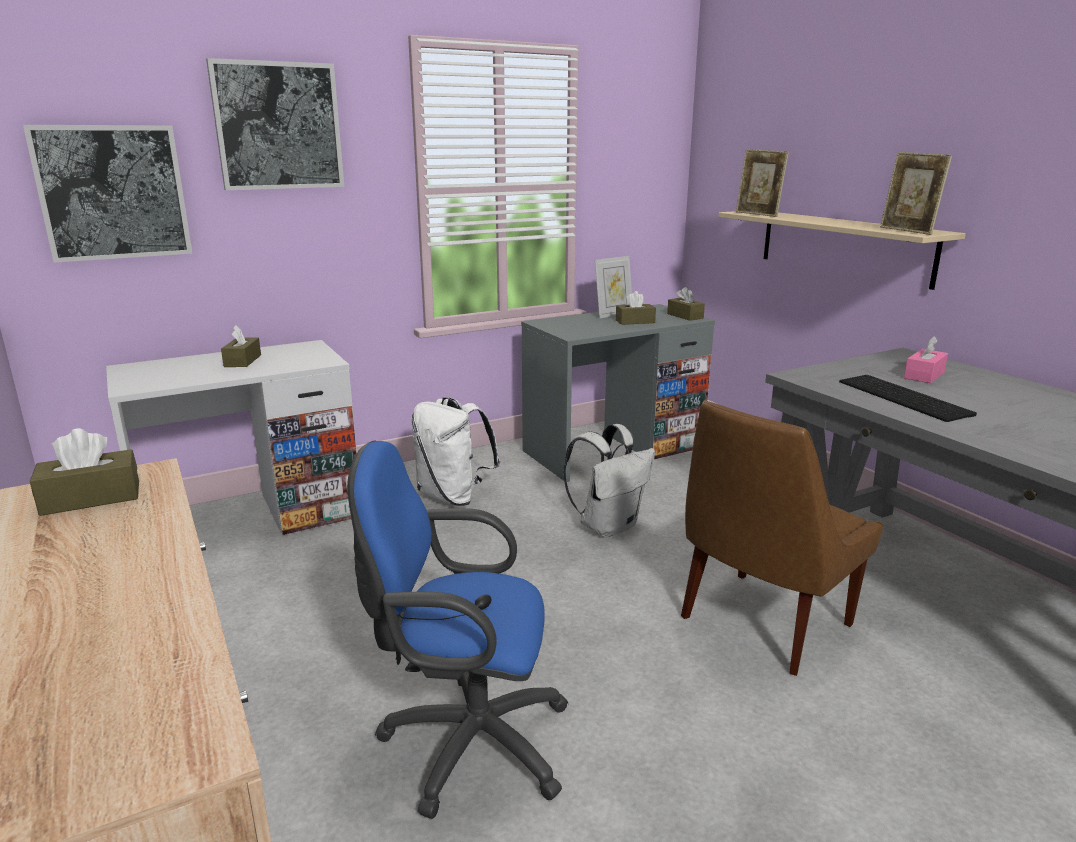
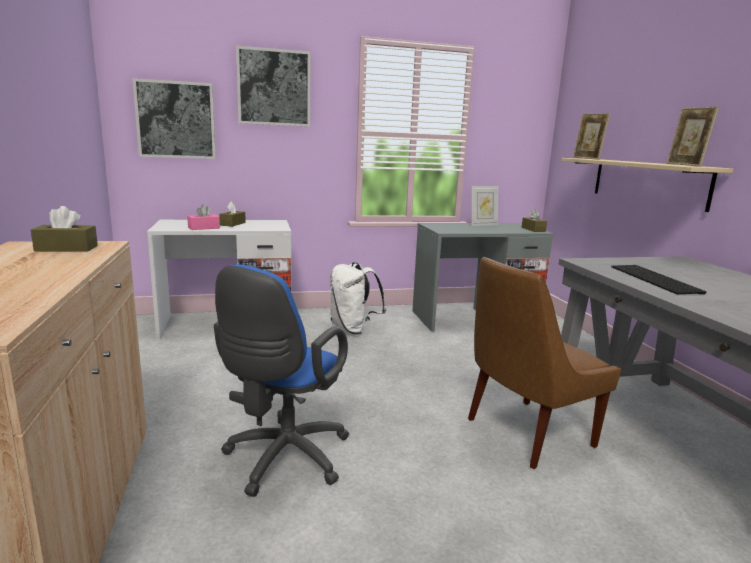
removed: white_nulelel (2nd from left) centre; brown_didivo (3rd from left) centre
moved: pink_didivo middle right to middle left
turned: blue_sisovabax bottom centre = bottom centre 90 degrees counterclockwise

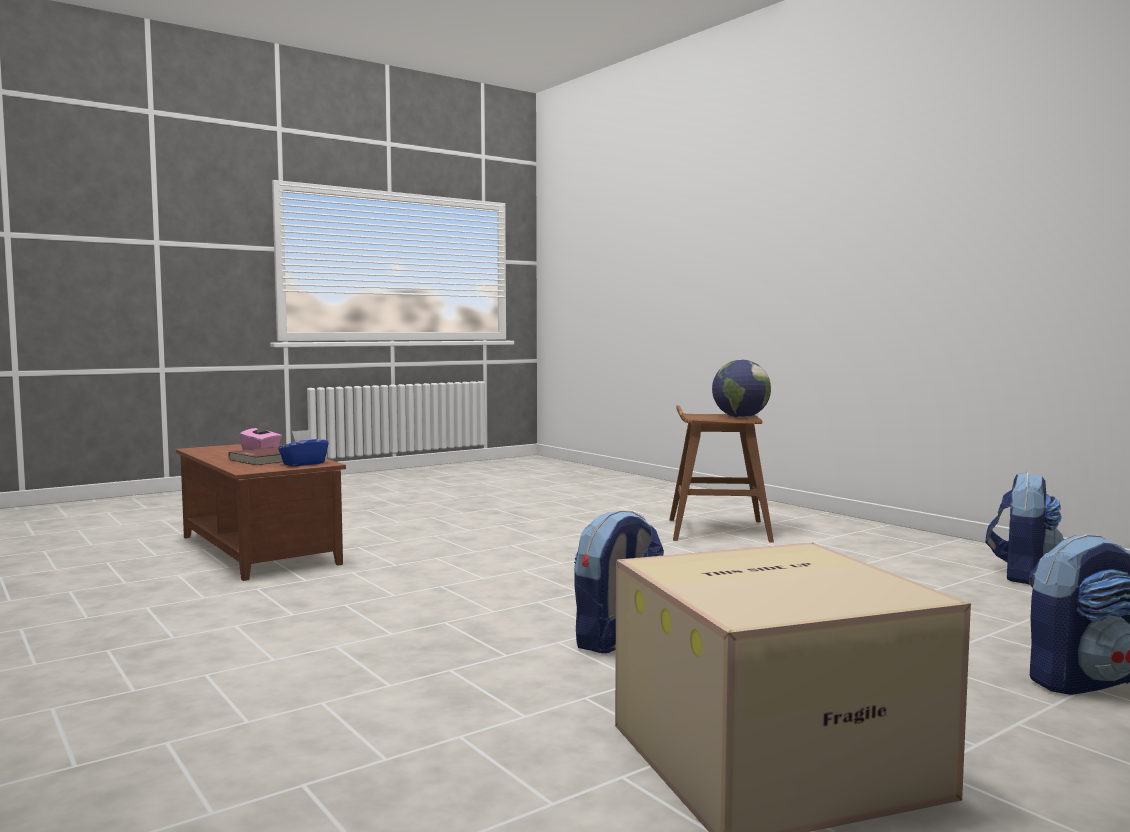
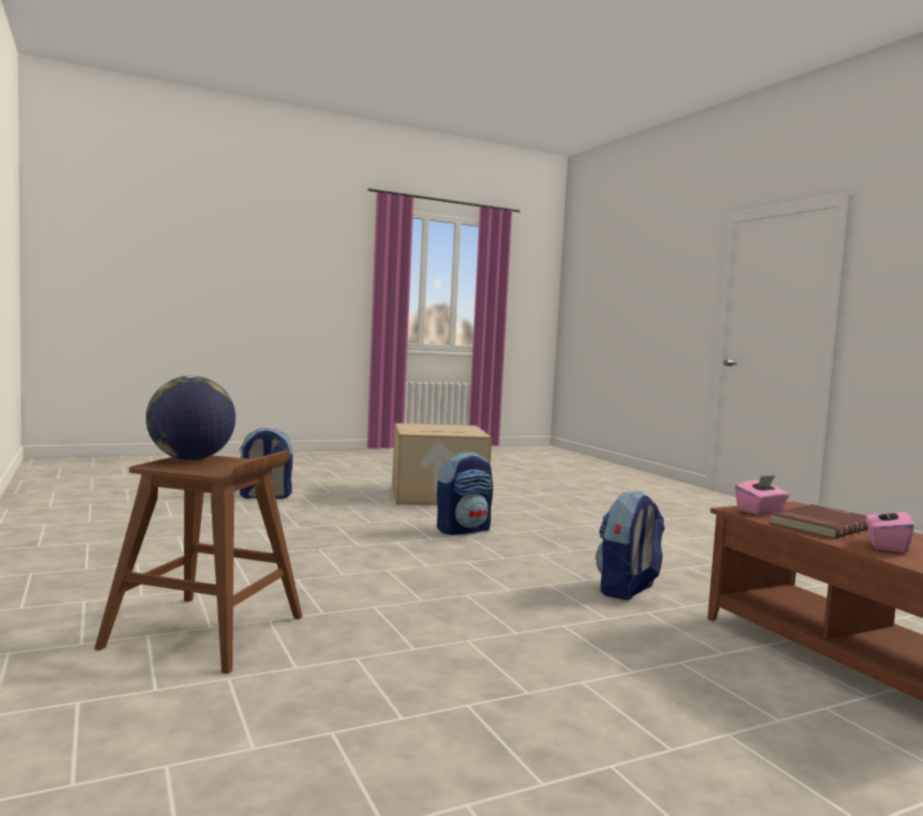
moved: nulelel (2nd from left in the first image) middle right to nulelel (3rd from left) bottom right
recoloured: blue_didivo middle left to pink_didivo (1st from left) middle right

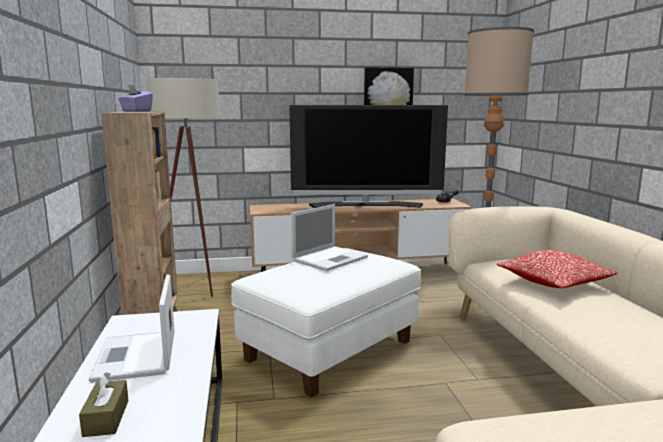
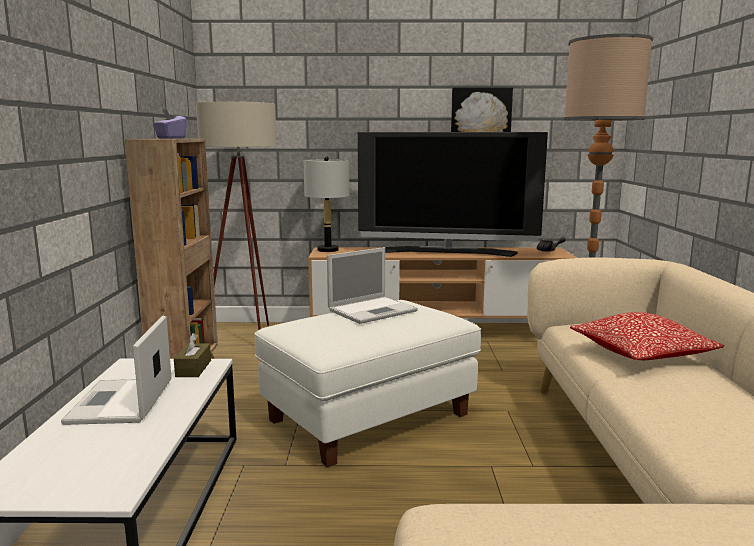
added: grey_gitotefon centre
moved: brown_didivo bottom left to middle left

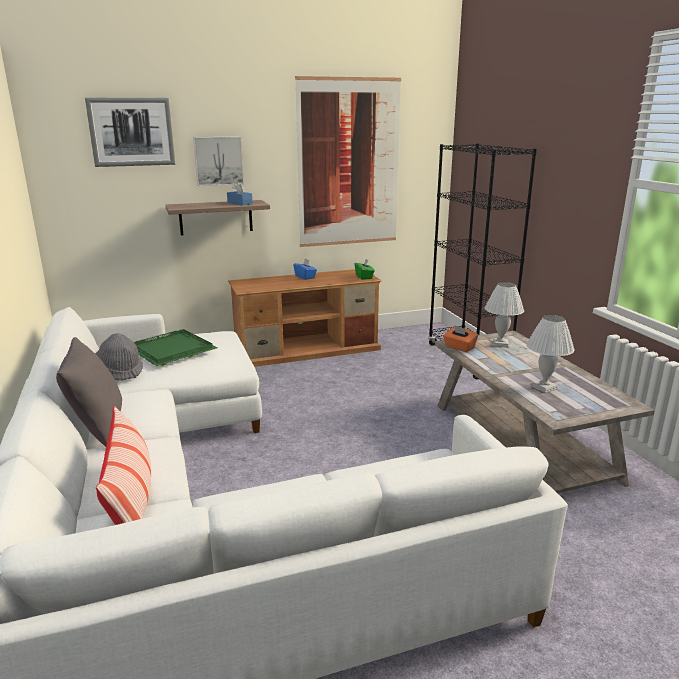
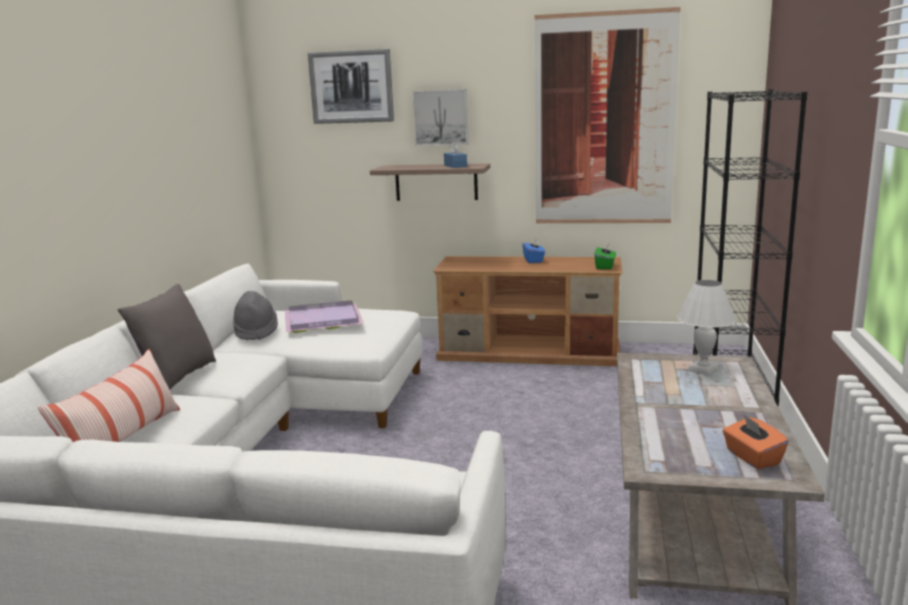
removed: white_gitotefon (2nd from left) middle right
moved: orange_didivo middle right to bottom right
recoloured: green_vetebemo middle left to purple_vetebemo centre

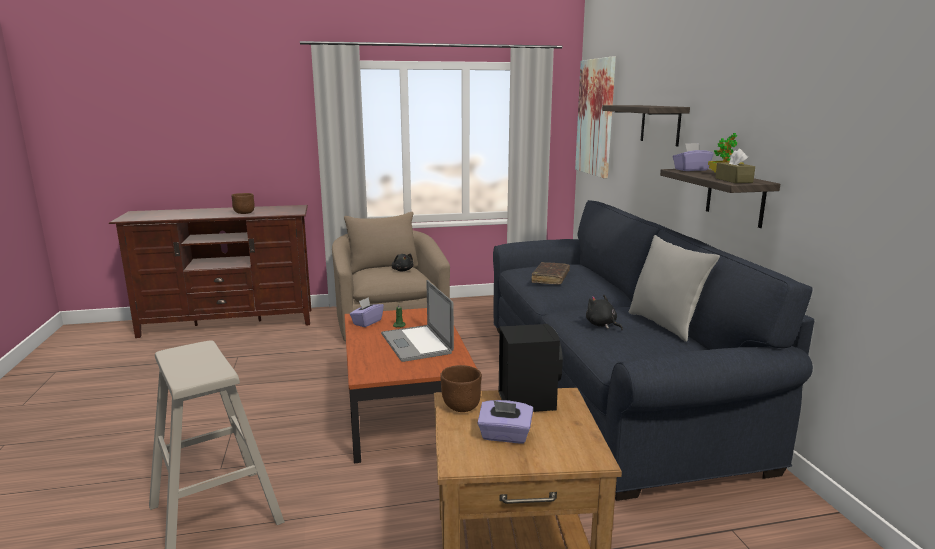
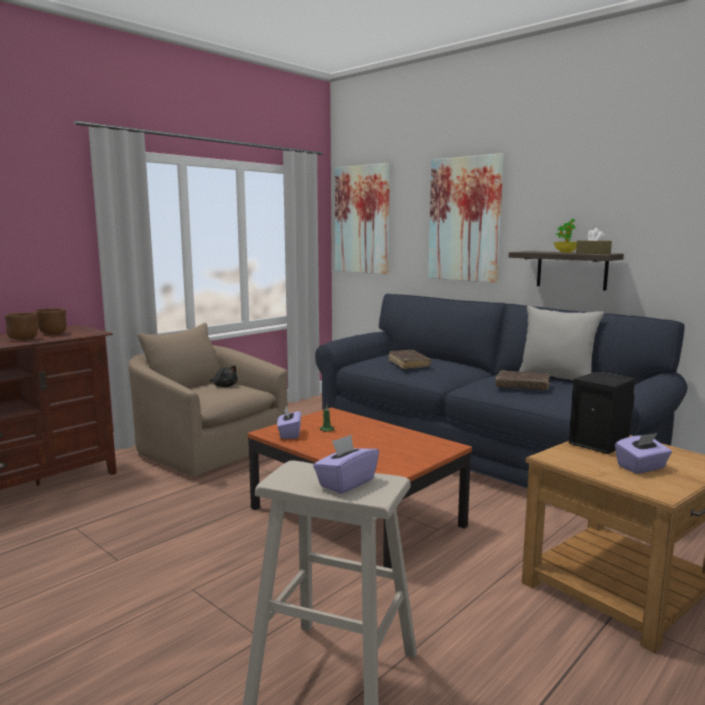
removed: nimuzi centre
moved: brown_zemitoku (2nd from left) bottom centre to middle left; purple_didivo (3rd from left in the first image) top right to purple_didivo (2nd from left) centre
replaced: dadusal (1st from left) top right to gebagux (2nd from left) top centre; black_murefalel (2nd from left) centre to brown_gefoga (2nd from left) middle right

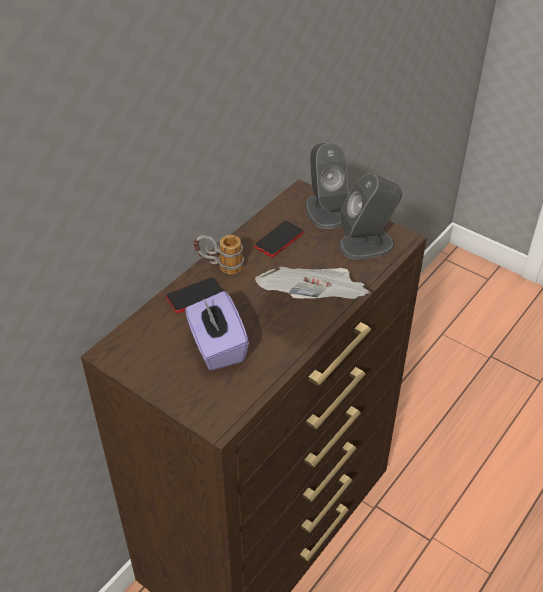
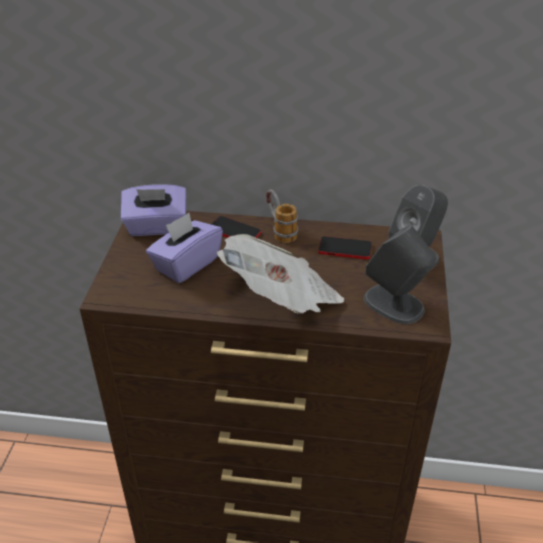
added: purple_didivo (1st from left) middle left

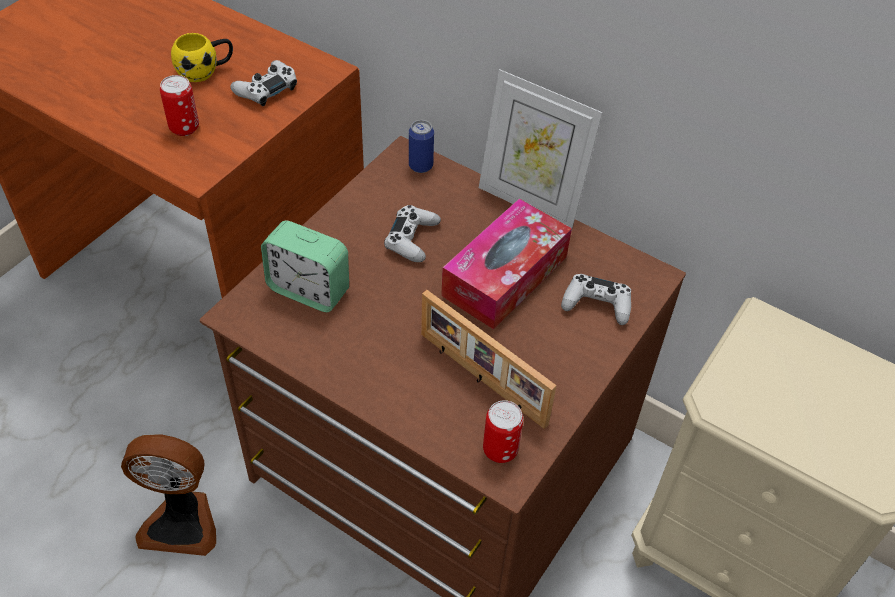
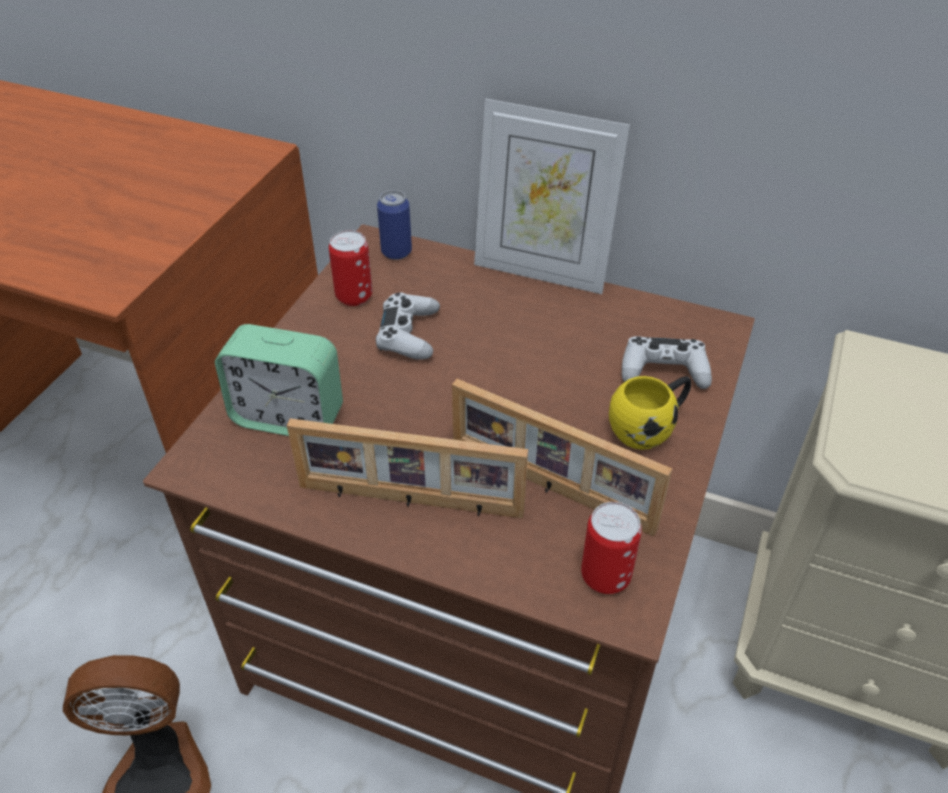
removed: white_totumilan (1st from left) top left; didivo centre
added: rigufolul (1st from left) centre
moved: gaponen (1st from left) top left to centre; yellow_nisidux top left to middle right

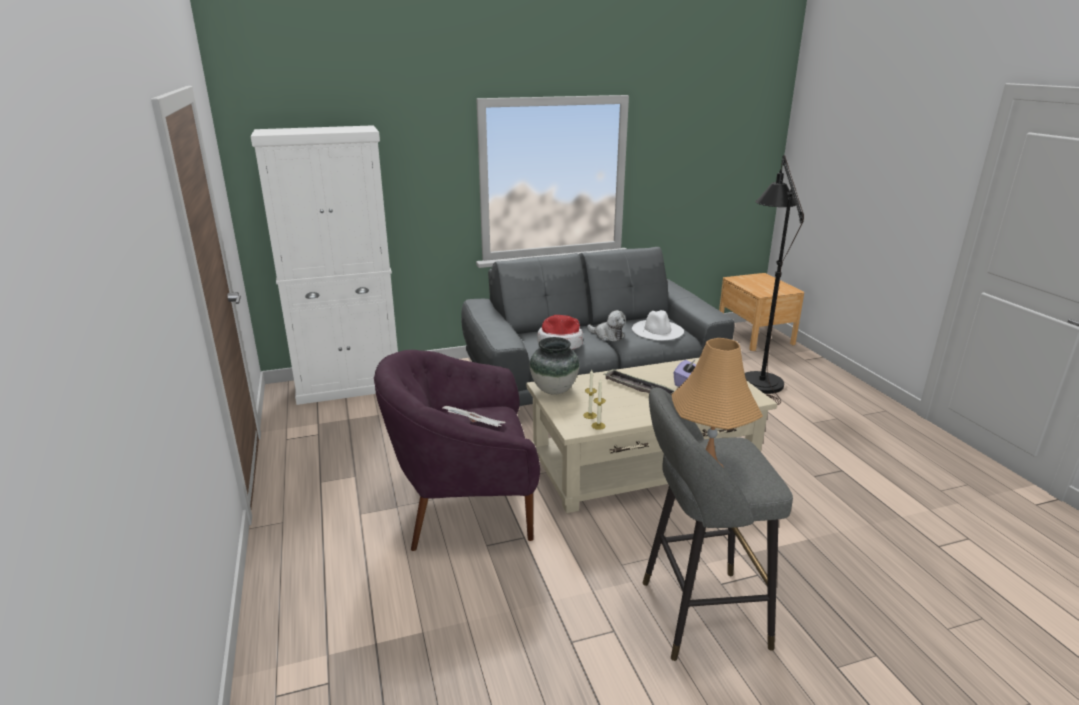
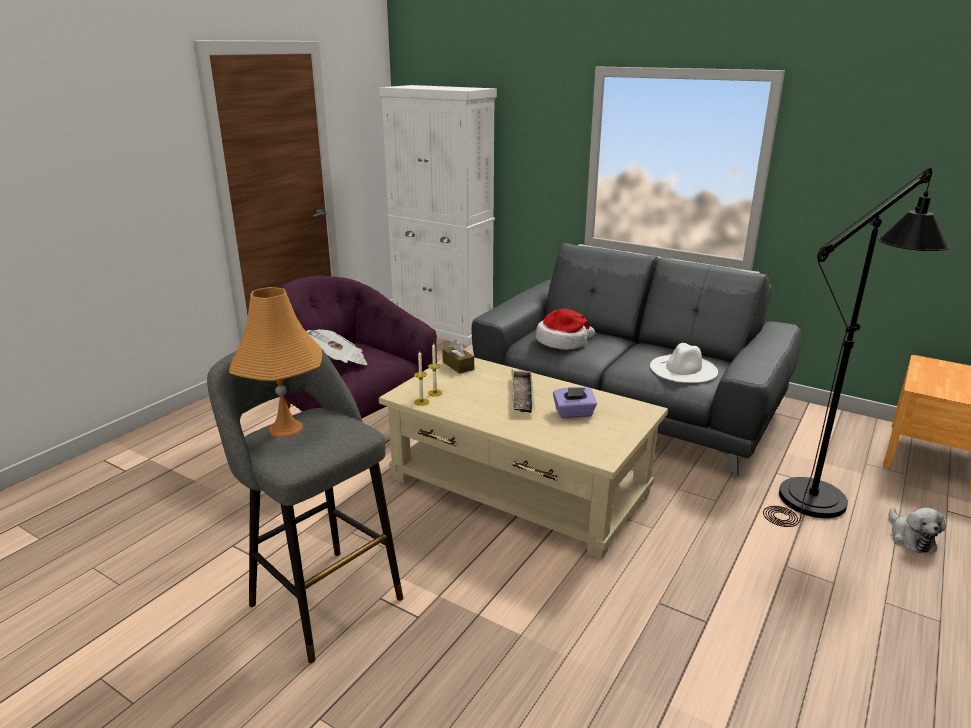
moved: murefalel centre to bottom right
replaced: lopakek centre to brown_didivo centre

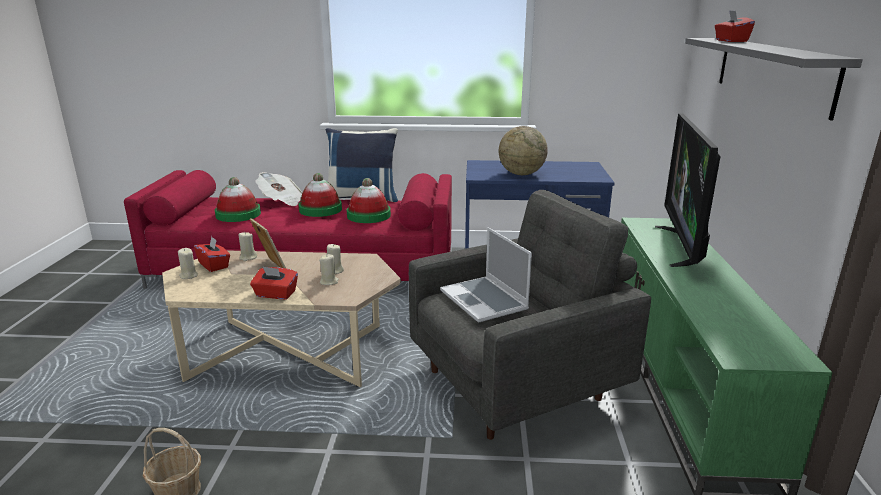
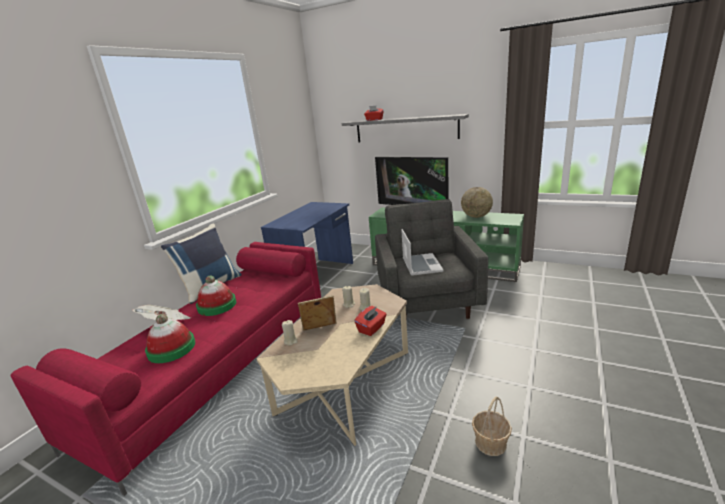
removed: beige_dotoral (1st from left) middle left; red_didivo (1st from left) middle left; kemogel (3rd from left) centre
moved: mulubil top centre to centre
turned: nimuzi centre = centre 90 degrees counterclockwise

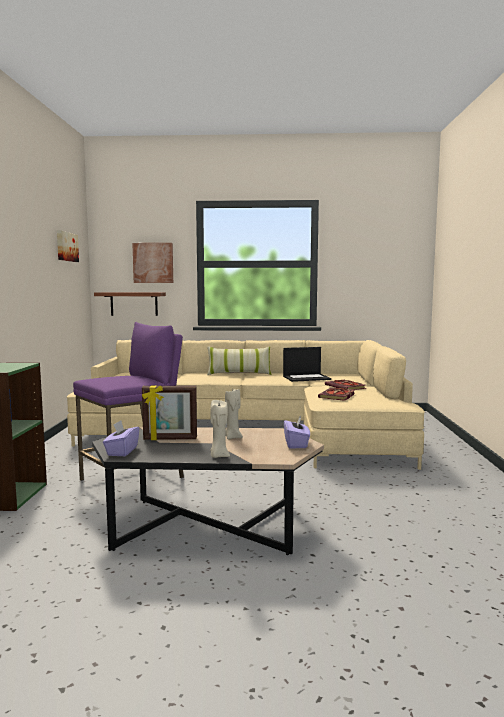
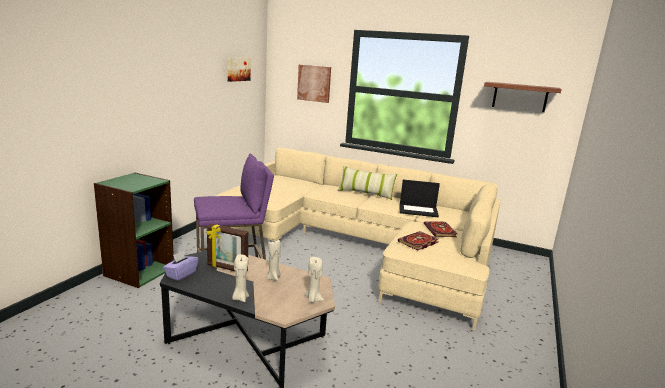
moved: dadusal middle left to top right
replaced: purple_didivo (2nd from left) centre to beige_dotoral (3rd from left) bottom centre

